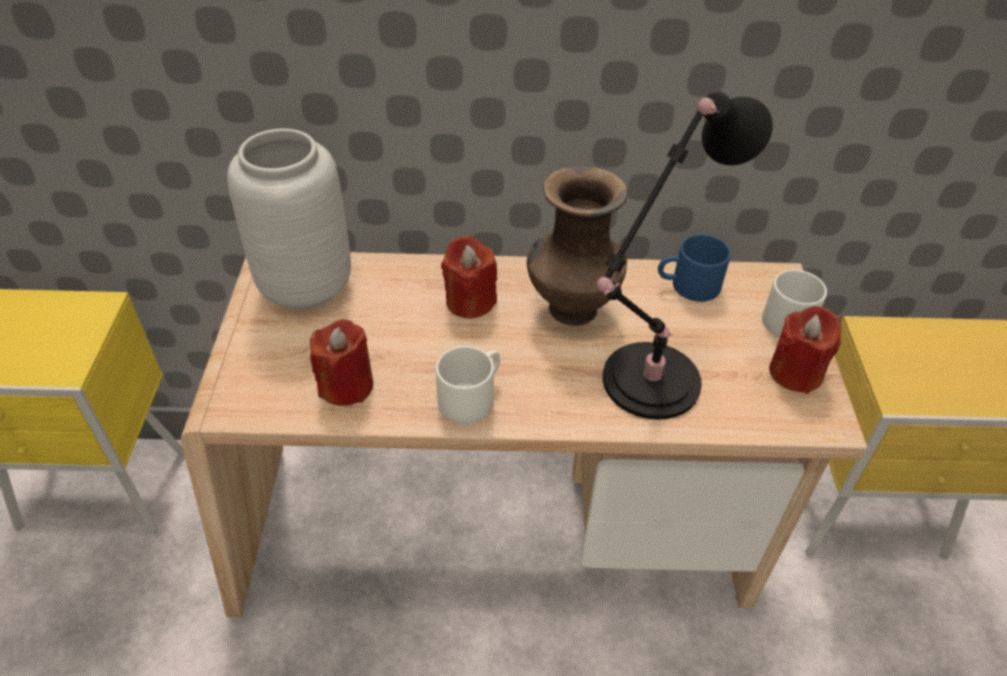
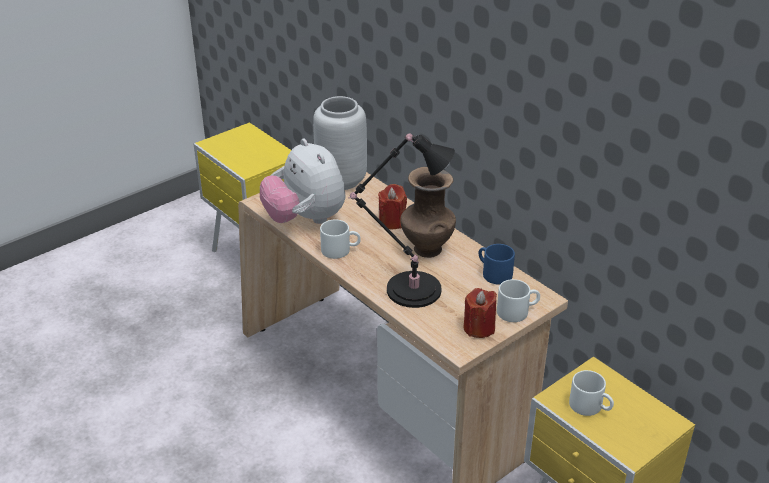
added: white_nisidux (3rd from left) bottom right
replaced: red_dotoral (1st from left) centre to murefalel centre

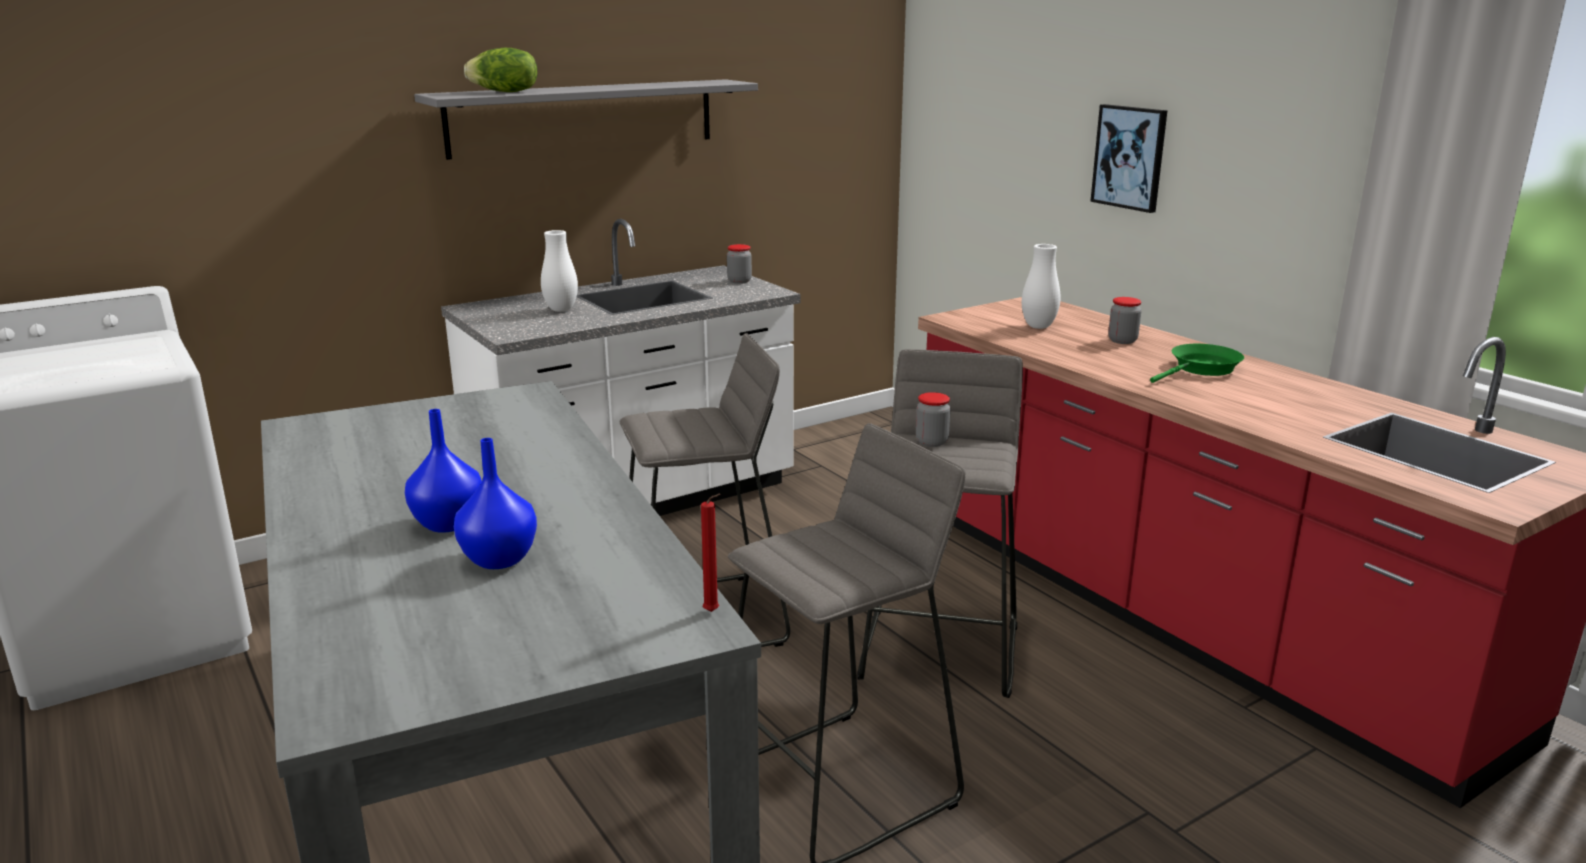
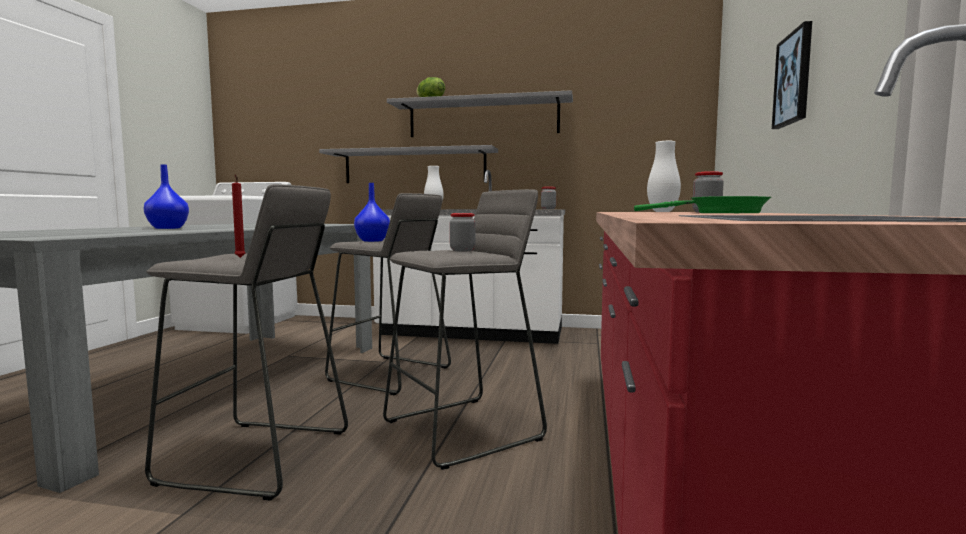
added: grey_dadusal (1st from left) top centre
moved: red_dotoral centre to middle left; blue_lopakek (2nd from left) middle left to centre

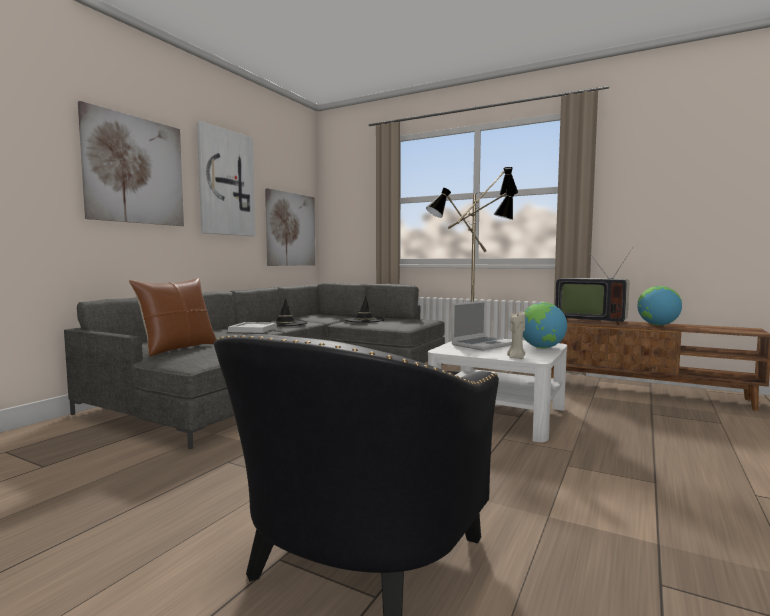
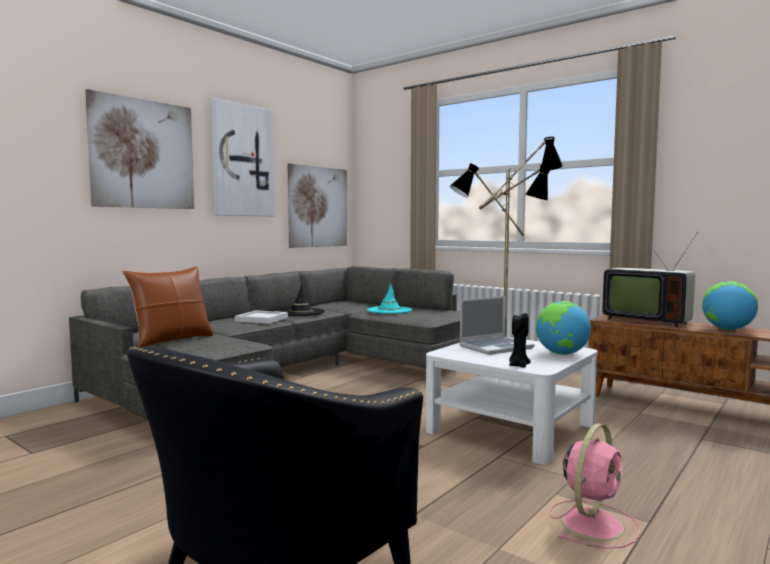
added: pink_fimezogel bottom right
recoloured: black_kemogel (2nd from left) centre to turquoise_kemogel centre; beige_dotoral middle right to black_dotoral middle right

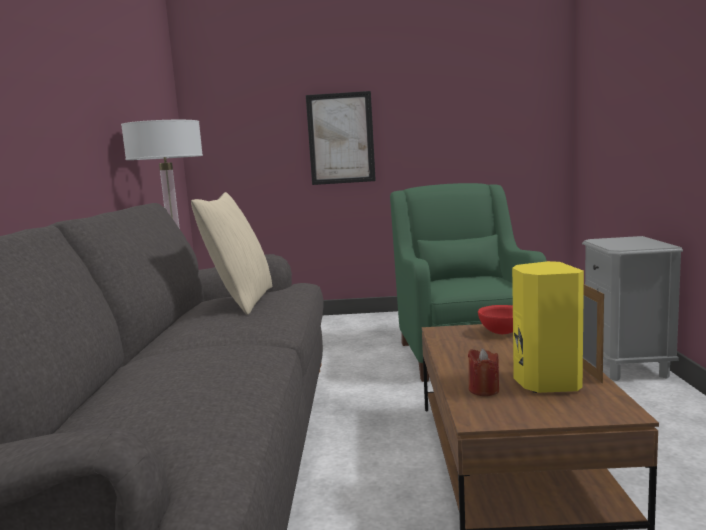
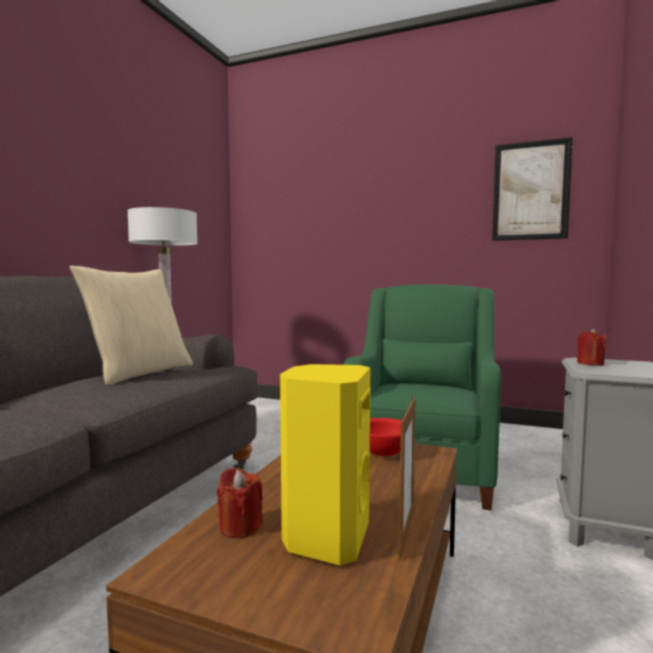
added: red_dotoral (2nd from left) middle right
moved: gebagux top centre to top right

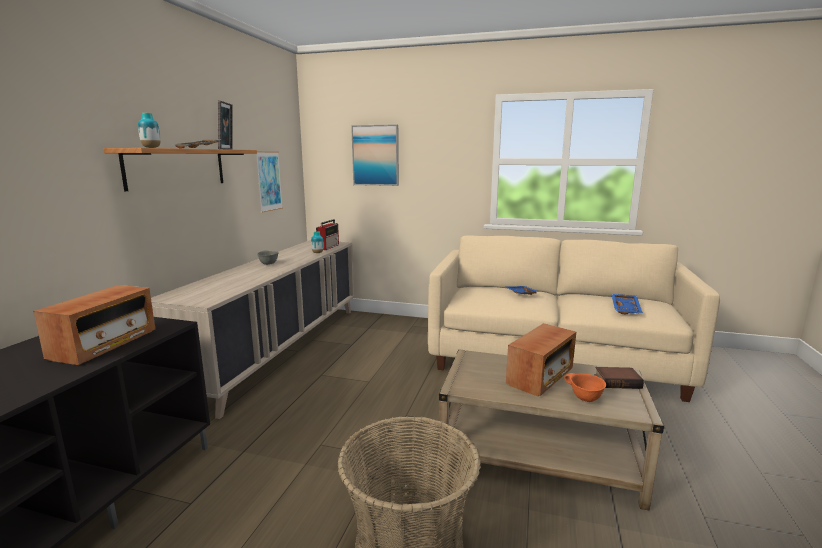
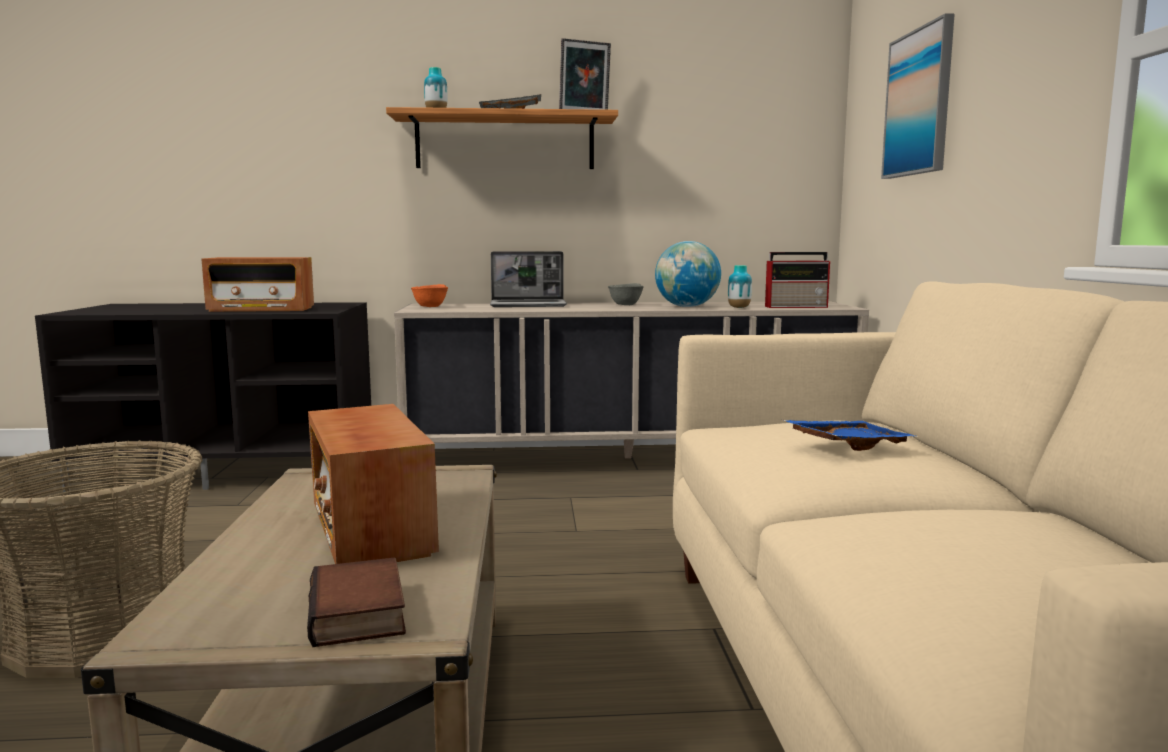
removed: gebagux (1st from left) top left; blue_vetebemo (2nd from left) middle right
added: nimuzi centre; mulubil centre
moved: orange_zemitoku bottom right to centre
turned: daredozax (3rd from left in the first image) centre = middle left 45 degrees clockwise

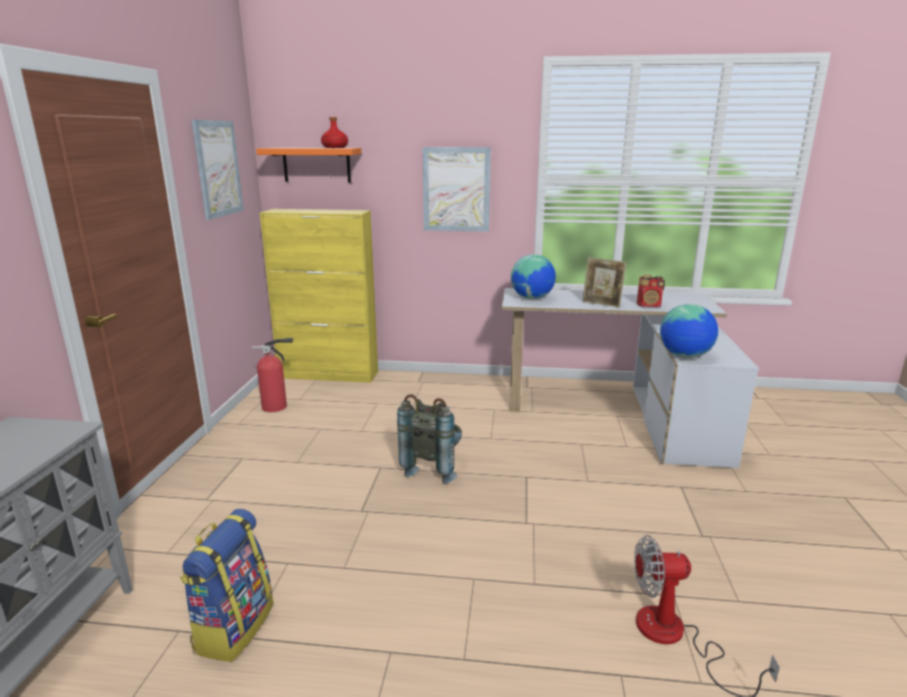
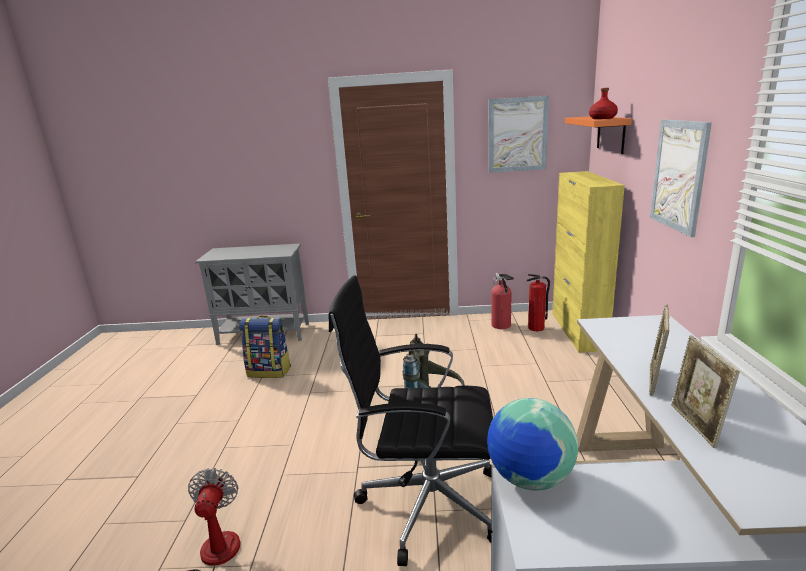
removed: mulubil (1st from left) centre
added: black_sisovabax bottom centre; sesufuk (2nd from left) middle right
replaced: daredozax middle right to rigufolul (2nd from left) bottom right

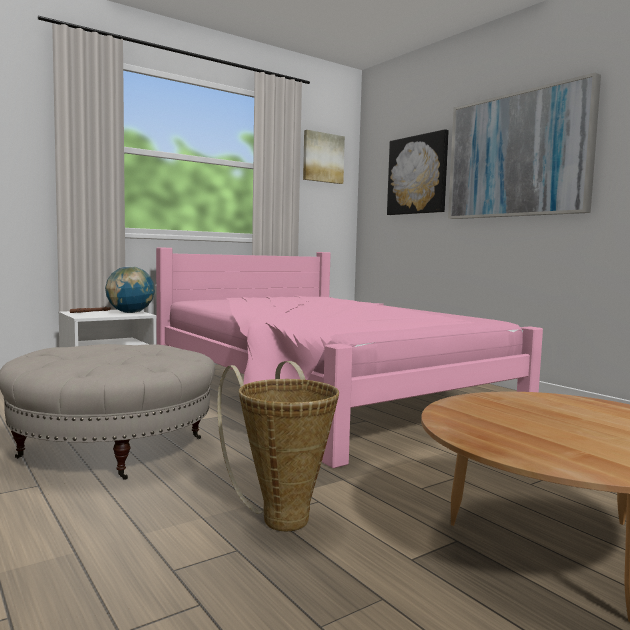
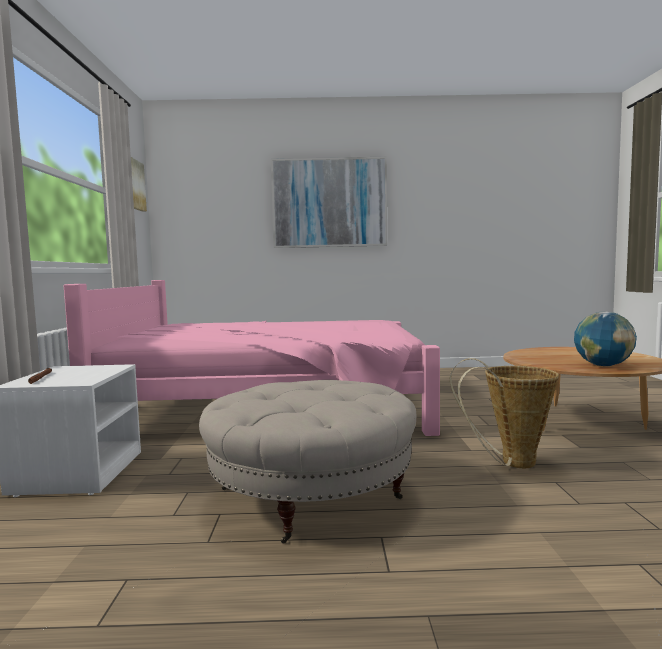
removed: gebagux (2nd from left) top centre
moved: mulubil middle left to middle right

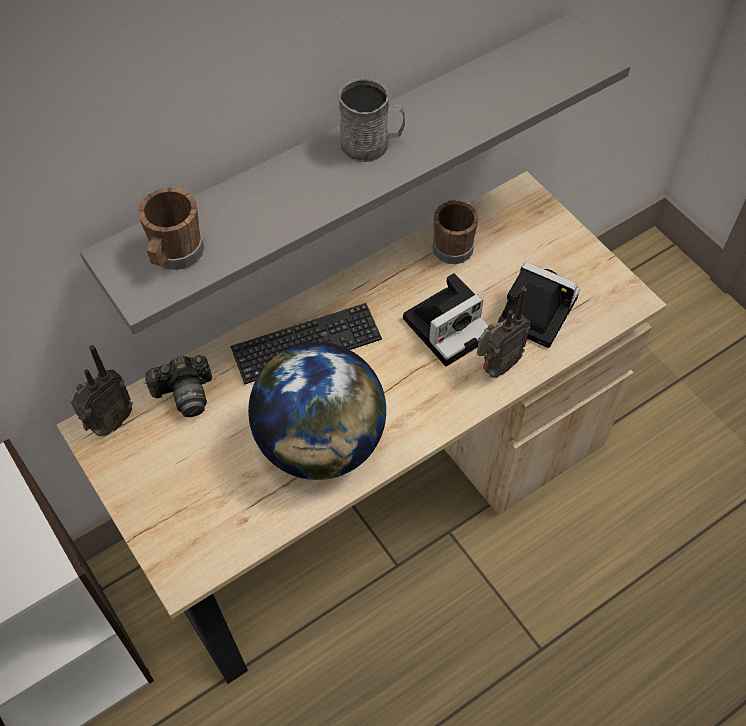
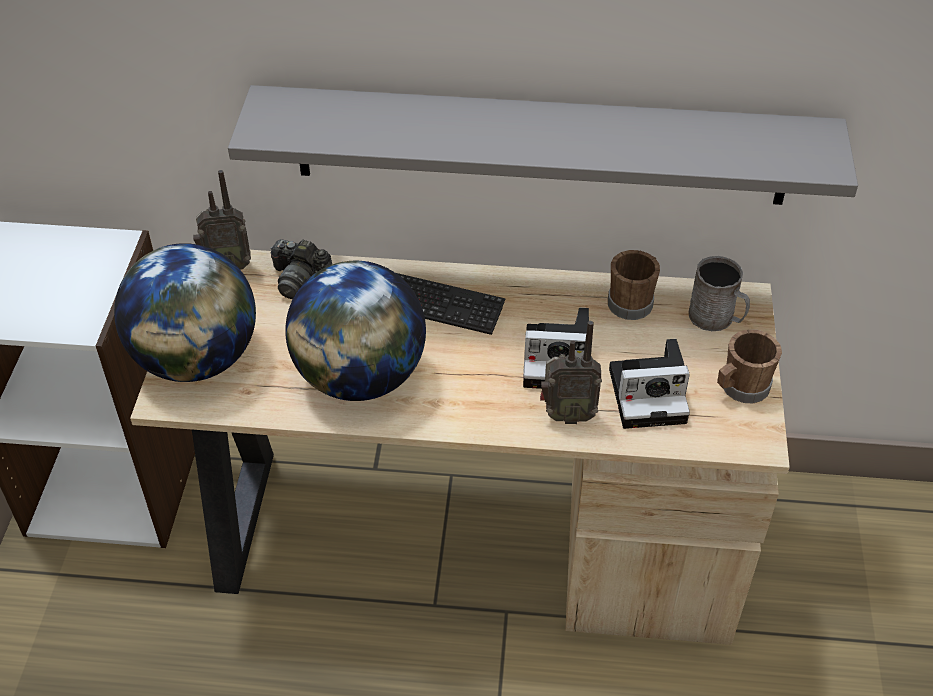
added: mulubil (1st from left) middle left
moved: grey_nisidux top centre to middle right; brown_nisidux (1st from left in the first image) top left to brown_nisidux (2nd from left) middle right
turned: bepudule (3rd from left) middle right = middle right 105 degrees clockwise

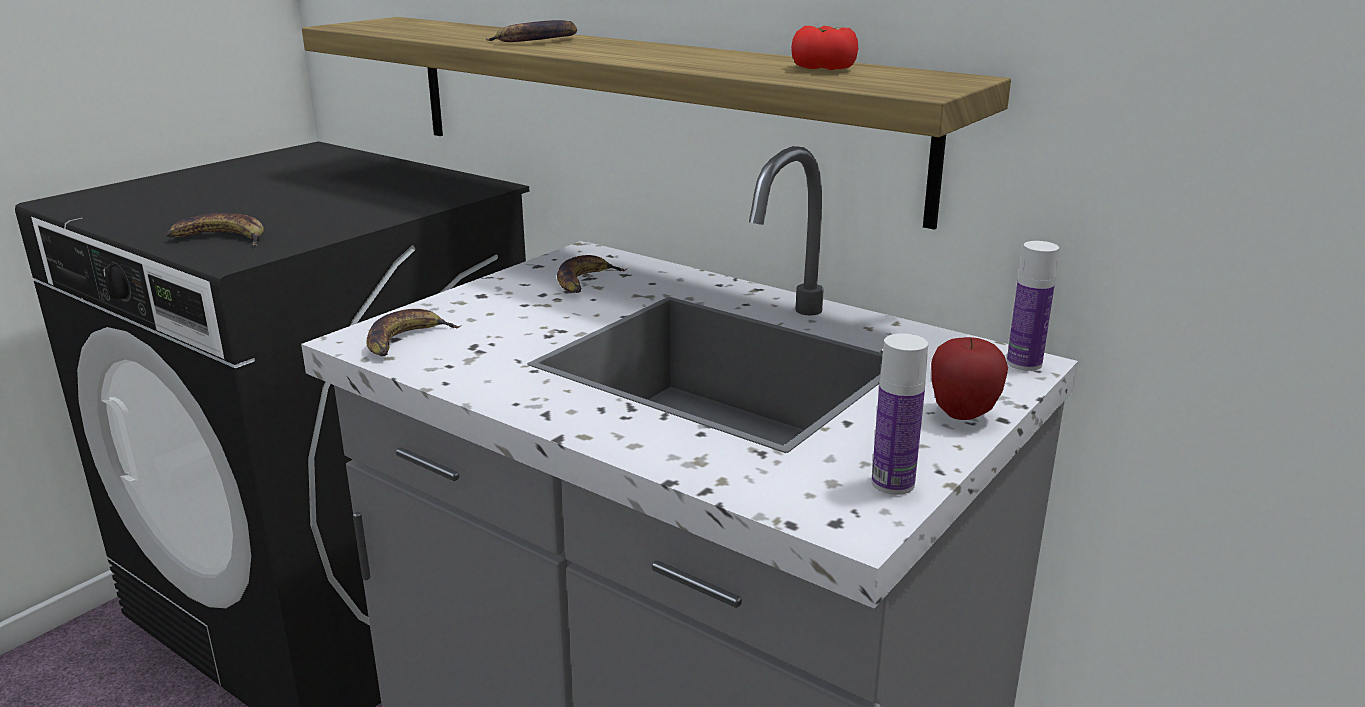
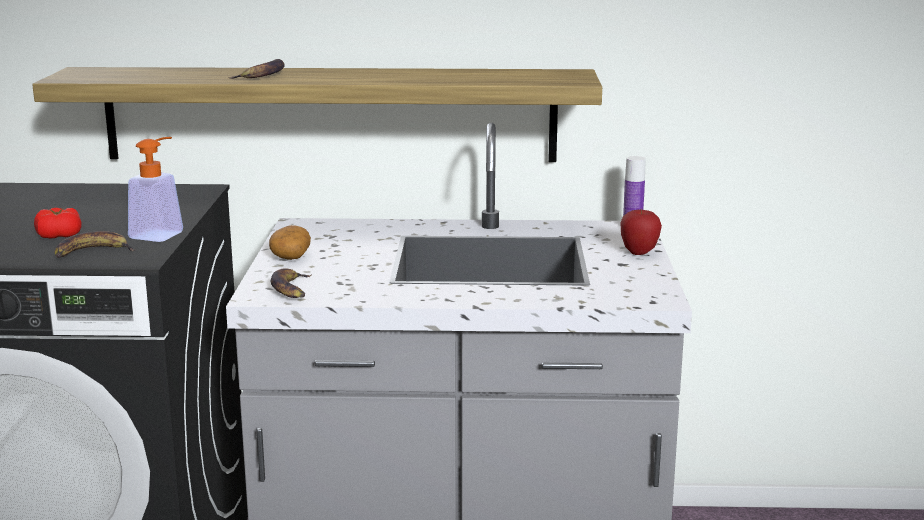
removed: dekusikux (4th from left) centre; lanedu (1st from left) centre
added: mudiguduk middle left; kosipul middle left
moved: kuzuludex top centre to middle left

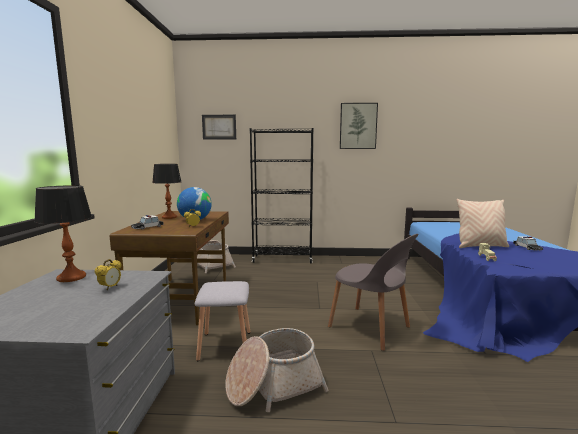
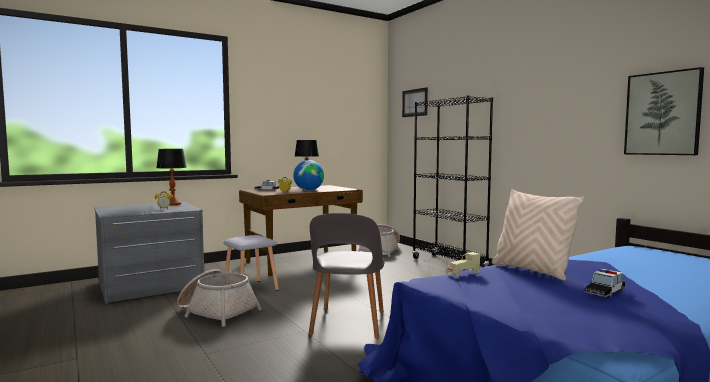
moved: gebagux (2nd from left) top centre to top right

